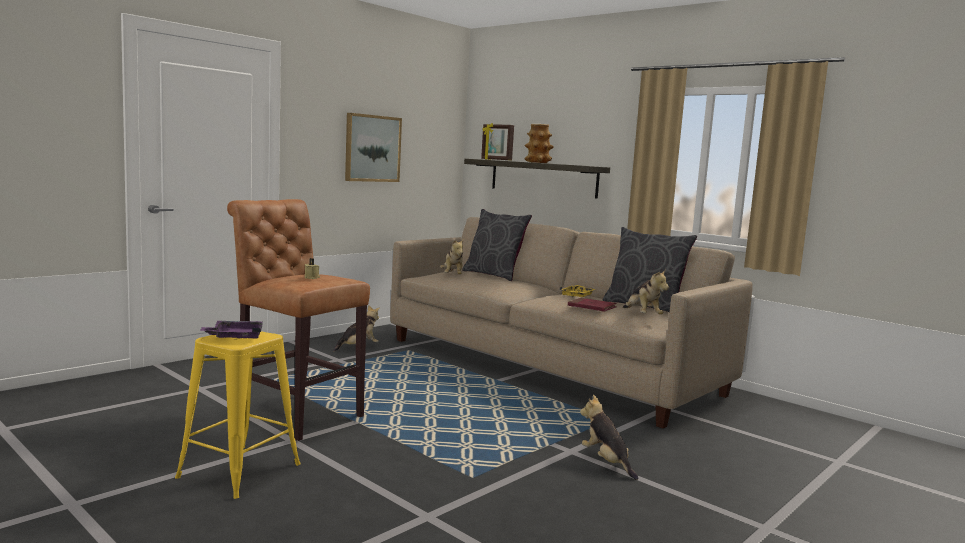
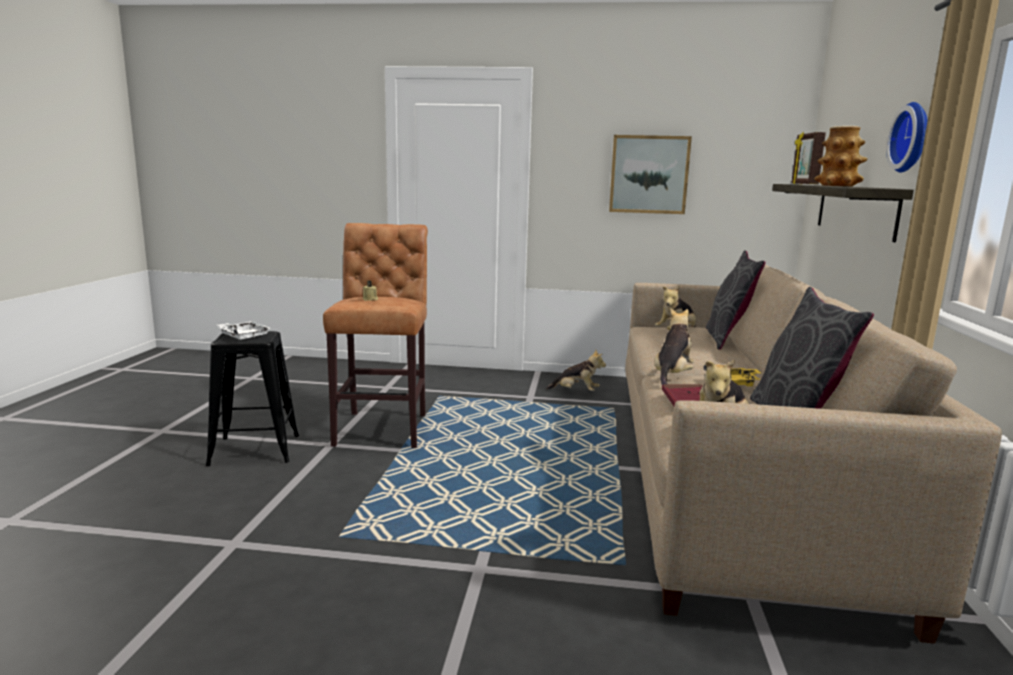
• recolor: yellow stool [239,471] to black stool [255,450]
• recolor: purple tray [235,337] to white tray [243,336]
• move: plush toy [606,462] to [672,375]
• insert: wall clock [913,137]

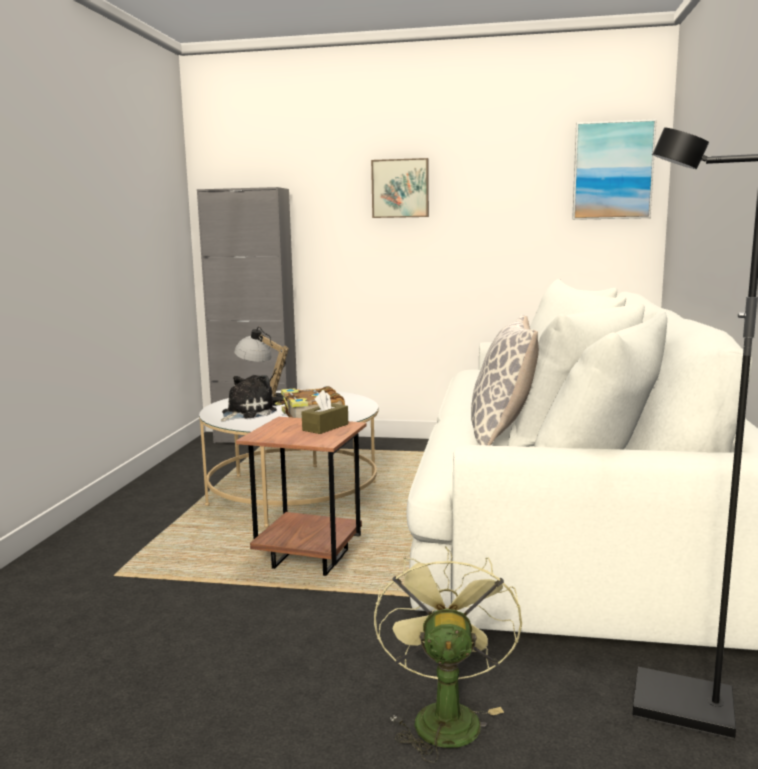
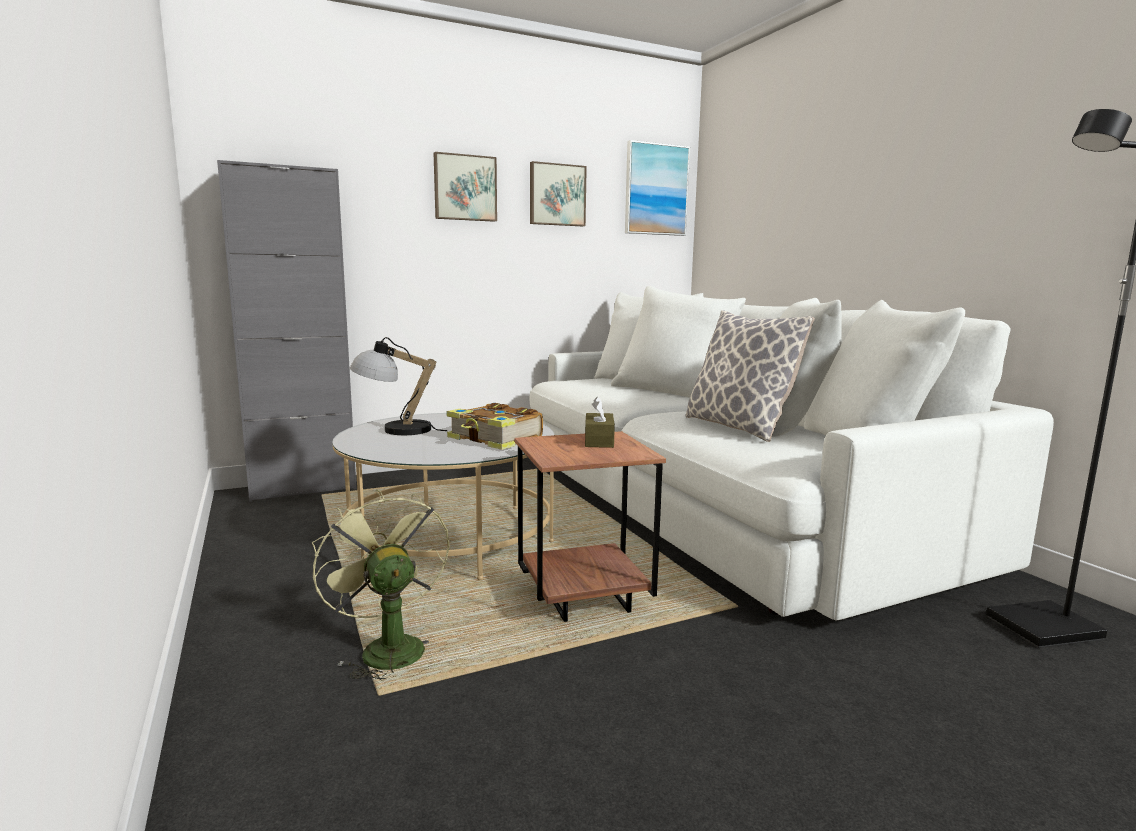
• delete: plush toy [246,413]
• move: green fan [443,715] to [386,647]
• insert: picture [556,195]

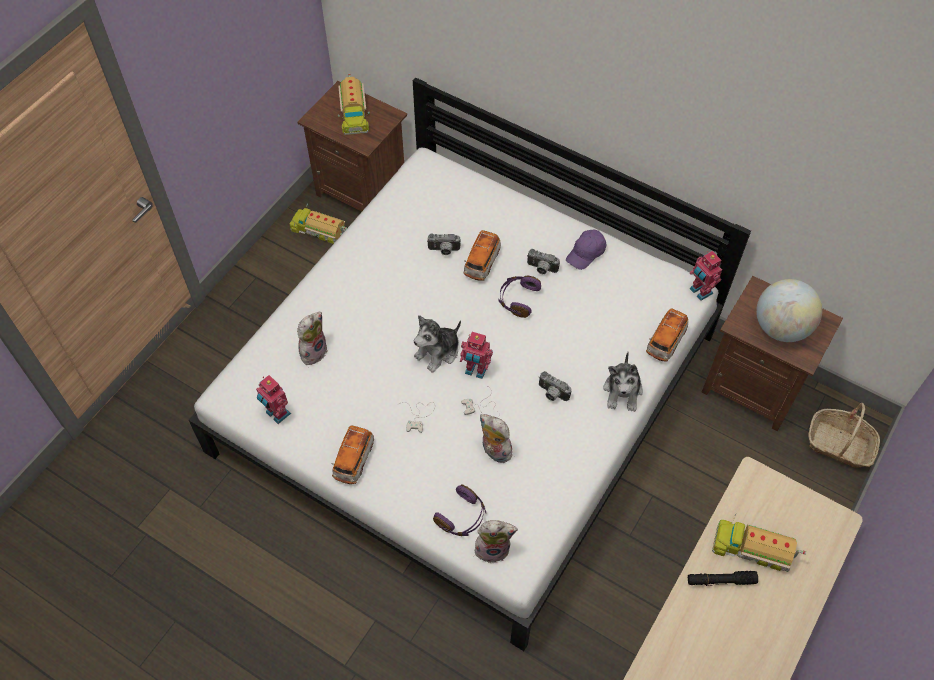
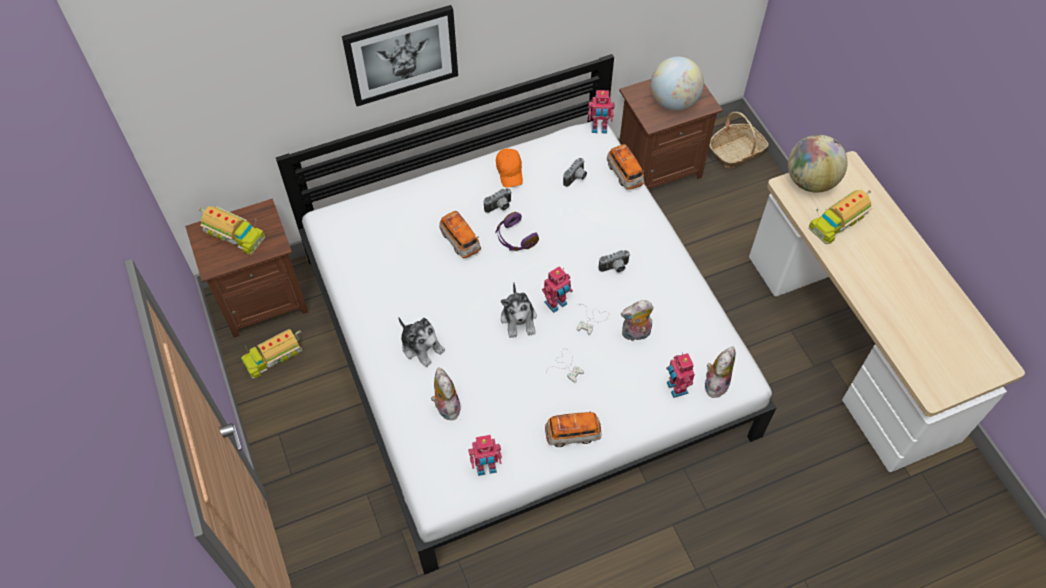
• rotate: toy car [354,460] = [573,434] 60 degrees counterclockwise
• move: photo camera [444,250] to [576,178]
• replace: purple headphones [462,517] to toy robot [675,388]
• recolor: purple cap [586,253] to orange cap [510,172]
• move: plush toy [623,391] to [421,346]
• delete: black flashlight [720,580]
• insert: picture [401,54]
• insert: globe [810,181]

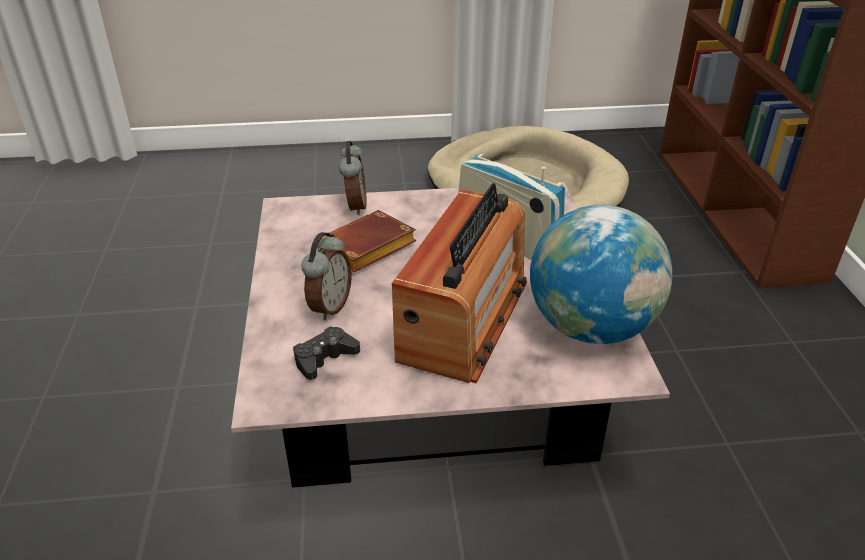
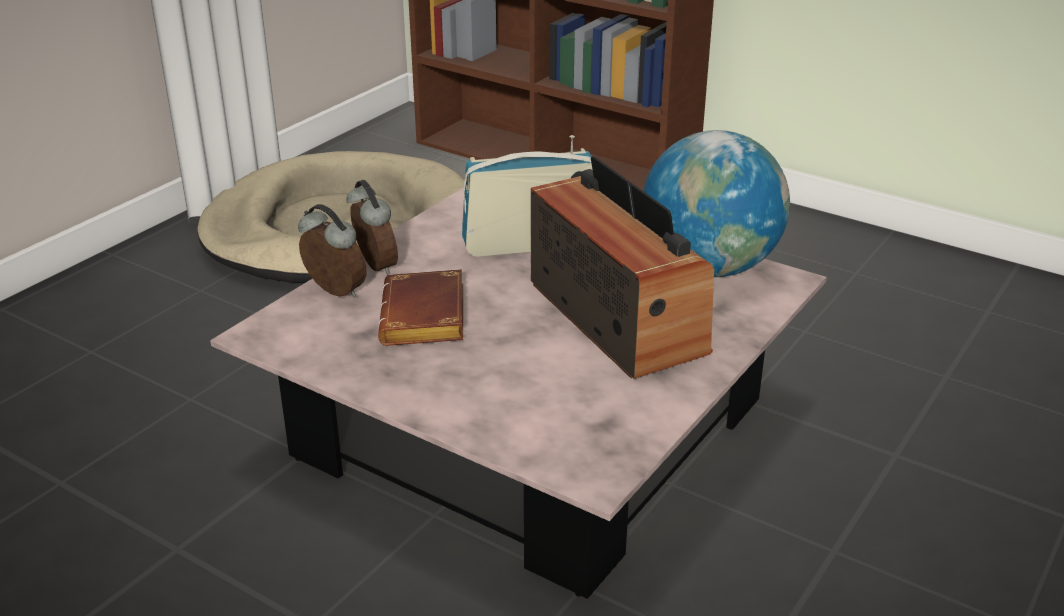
• delete: black game controller [324,358]
• move: alarm clock [329,307] to [374,267]

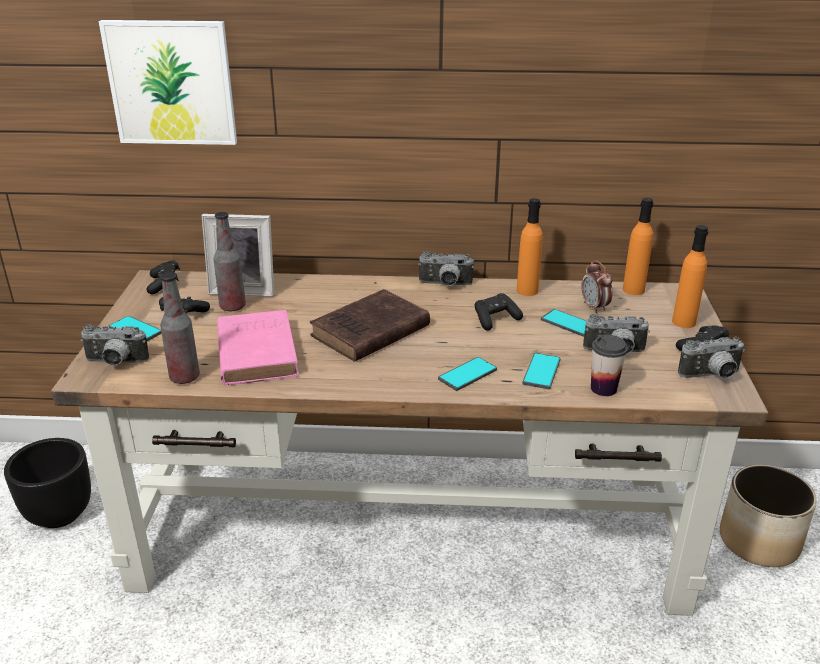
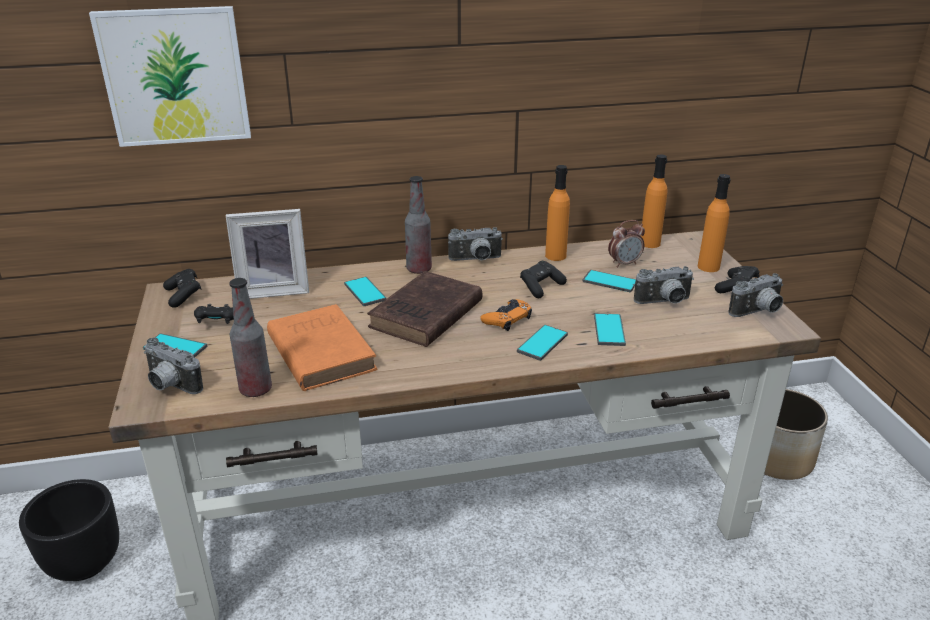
• rotate: photo camera [115,363] = [170,386] 45 degrees clockwise
• move: bottle [232,307] to [419,269]
• recolor: pink book [256,351] to orange book [320,351]
• rotate: alarm clock [594,307] = [624,263] 75 degrees counterclockwise
• delete: cup [603,388]
• insert: phone [365,292]
• insert: orange game controller [507,319]

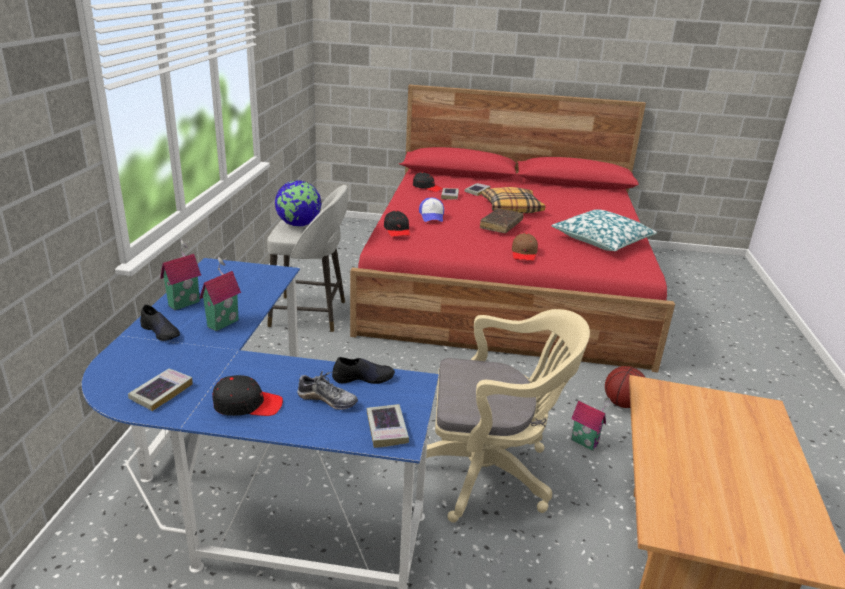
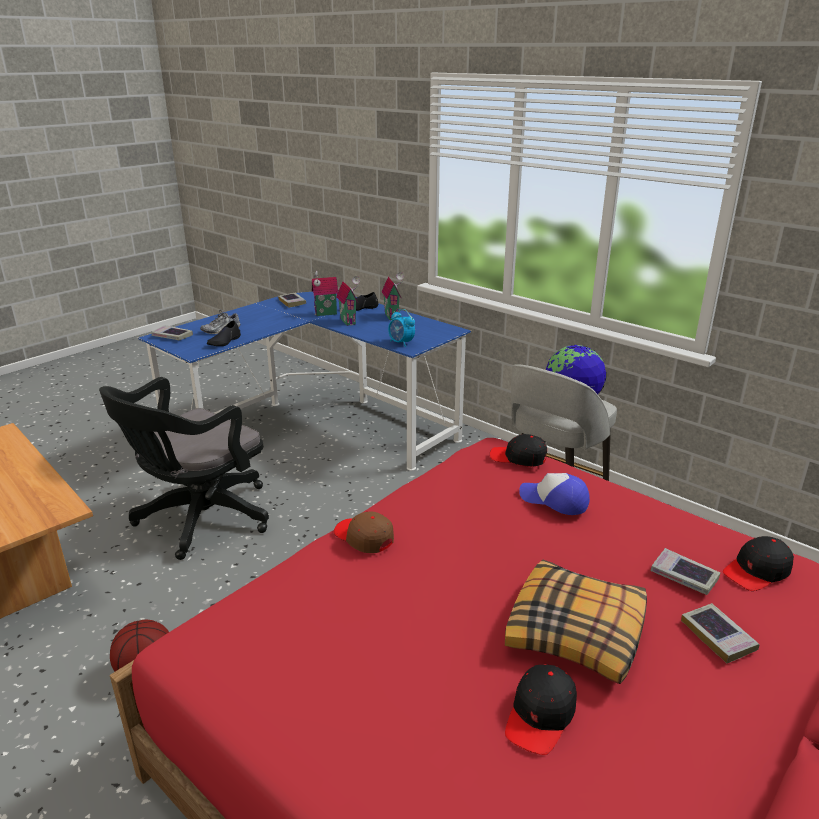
• move: black cap [247,404] to [540,716]
• recolor: beige office chair [489,473] to black office chair [199,520]
• delete: brown book [501,225]
• delete: pillow [602,240]
• move: toy house [585,442] to [326,314]
• insert: alarm clock [401,343]

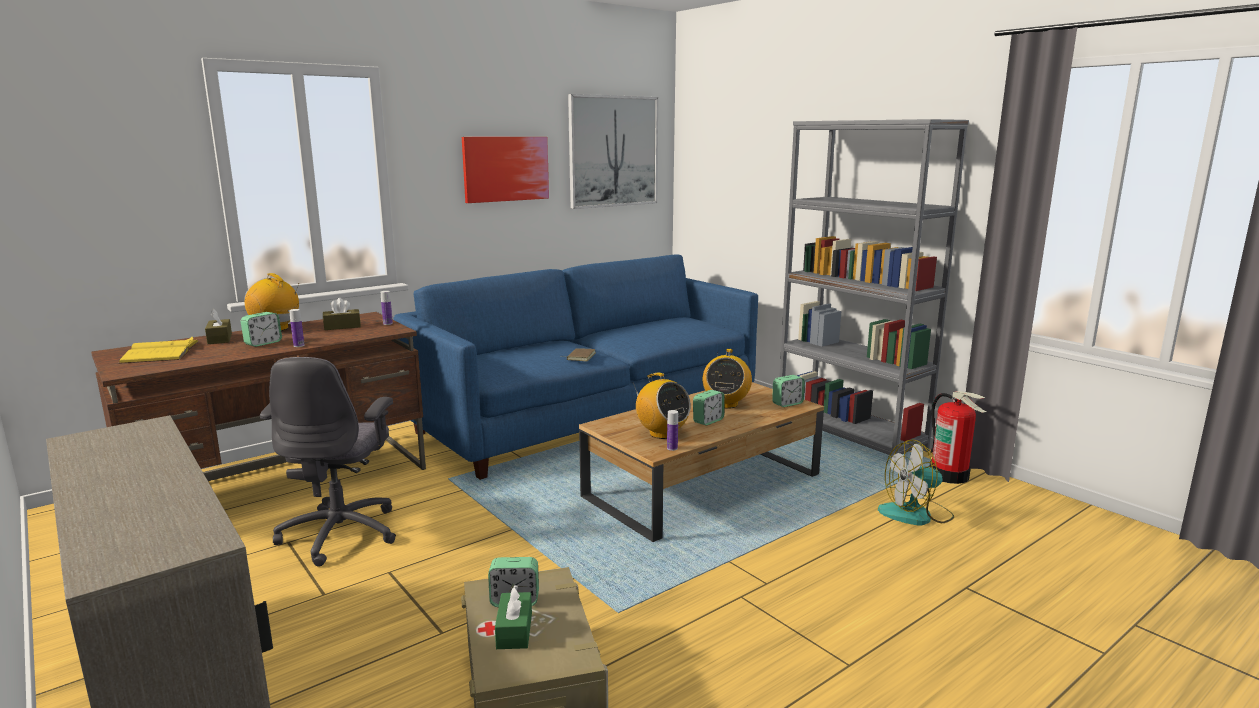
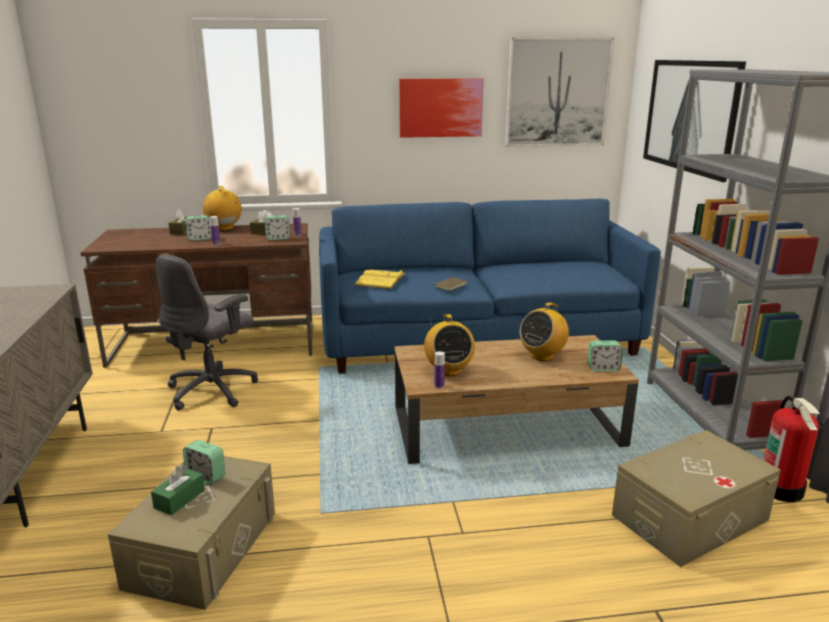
• move: yellow book [160,352] to [380,279]
• move: alarm clock [708,421] to [278,238]
• replace: fan [916,514] to beige storage box [689,517]
• insert: picture [691,116]

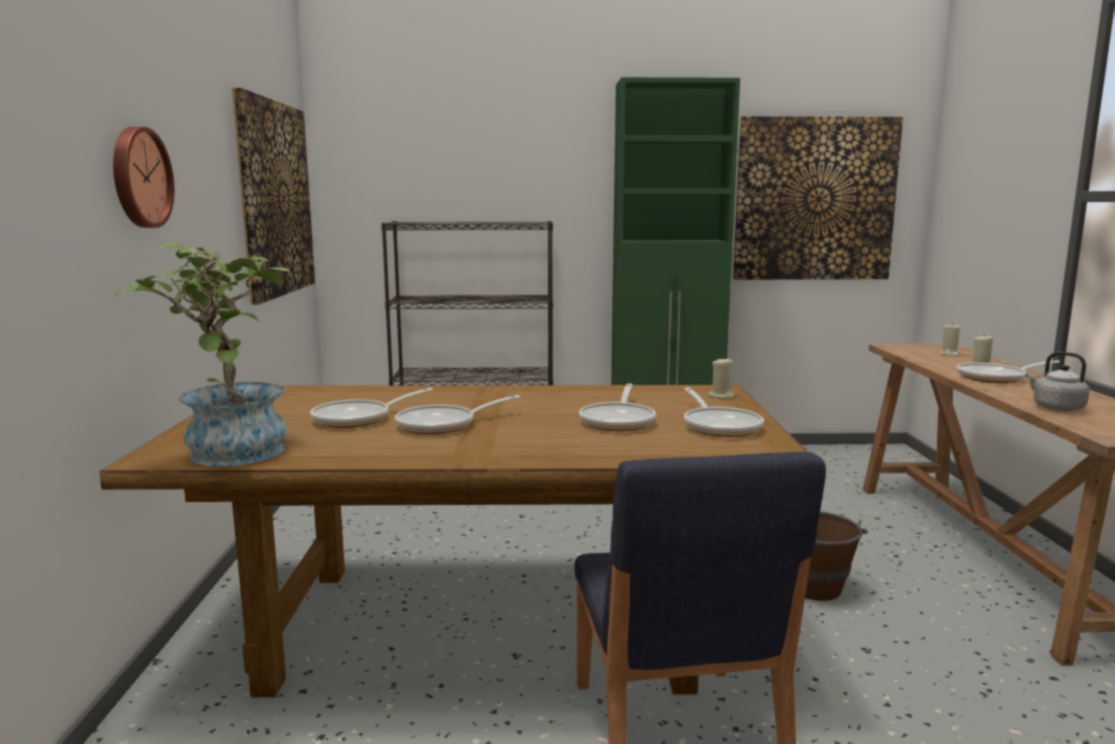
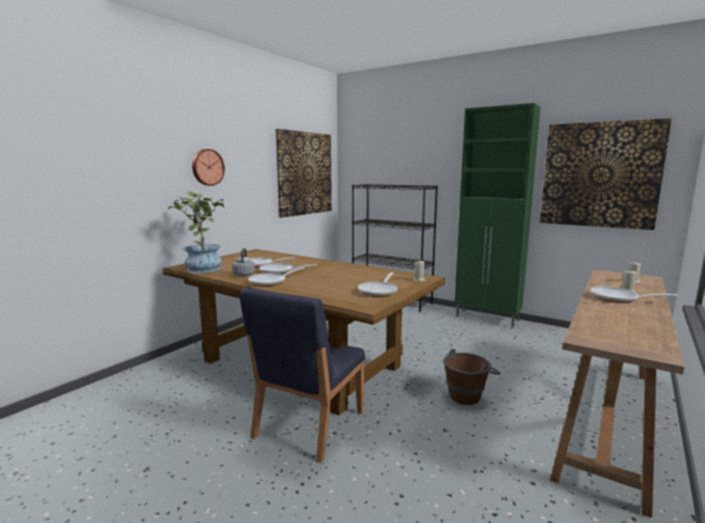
• move: frying pan [618,421] to [270,282]
• move: grey kettle [1055,407] to [244,274]

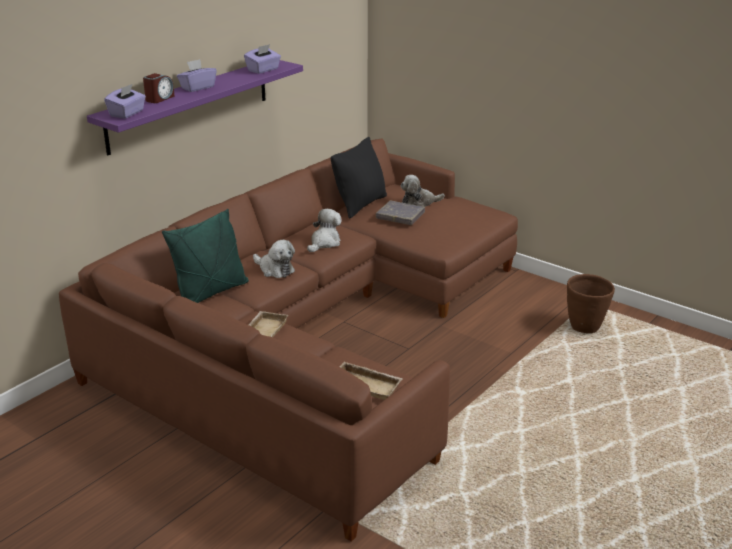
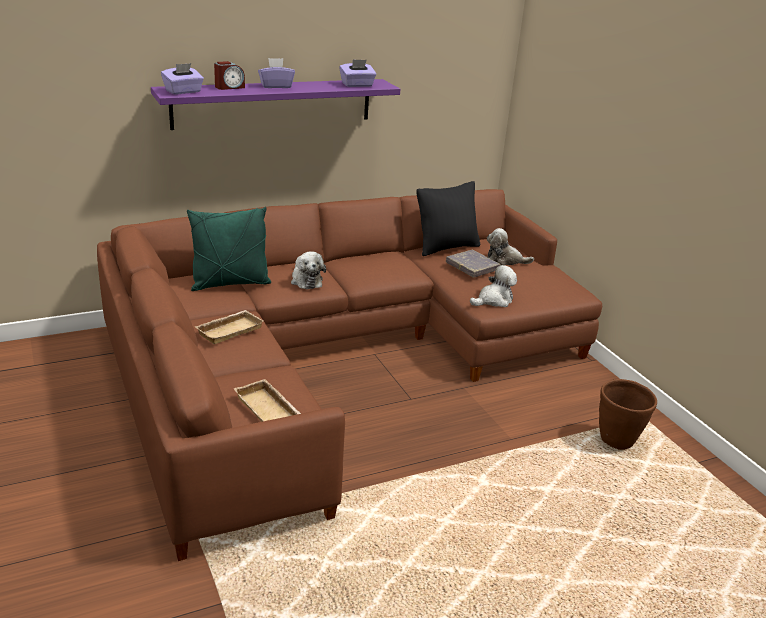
• move: plush toy [324,243] to [493,300]

